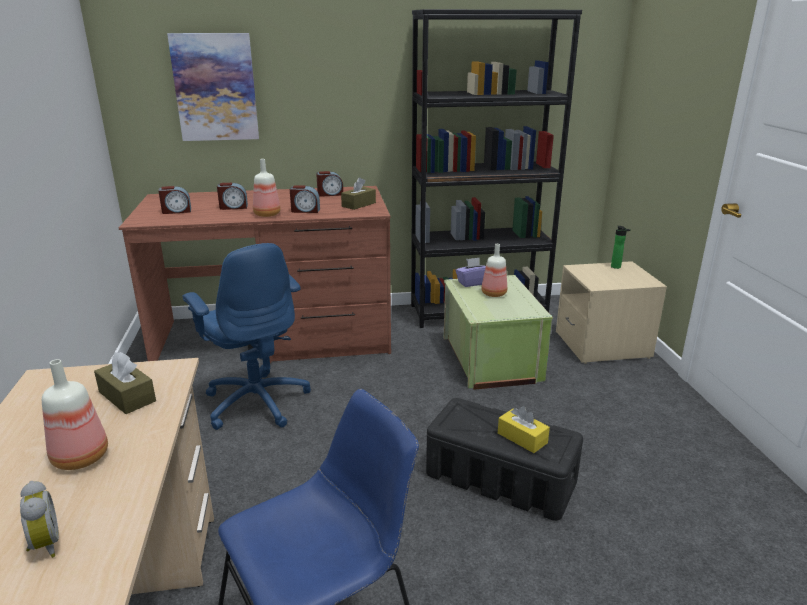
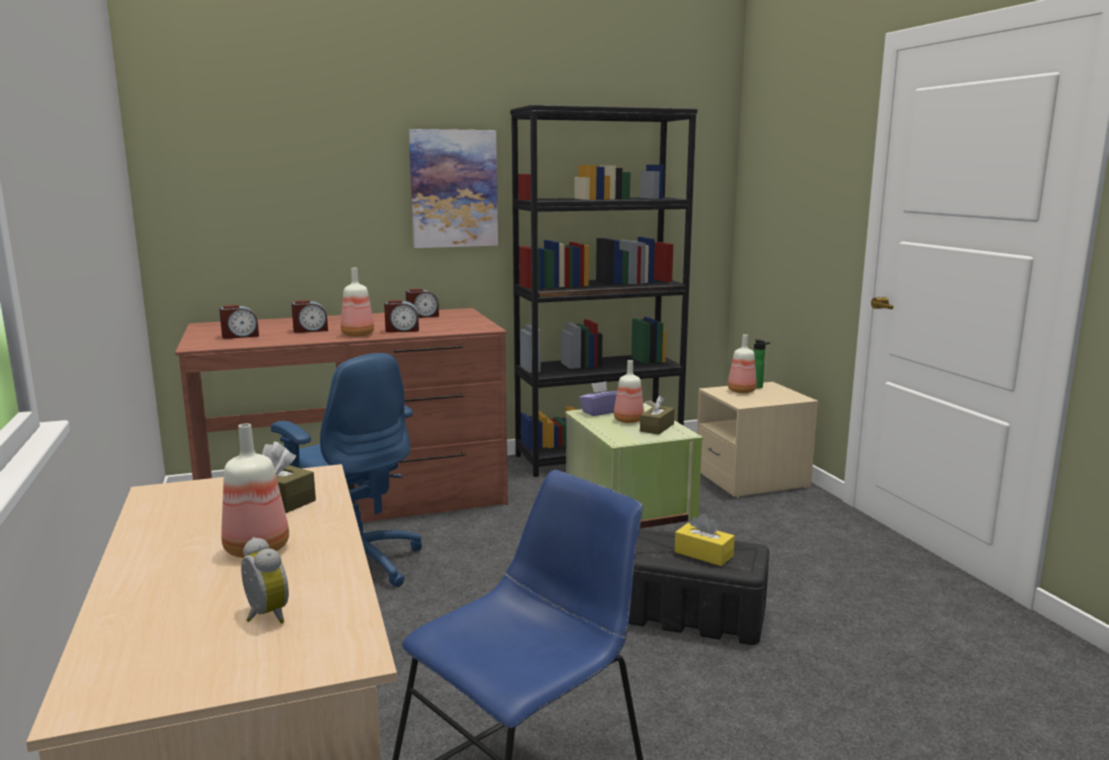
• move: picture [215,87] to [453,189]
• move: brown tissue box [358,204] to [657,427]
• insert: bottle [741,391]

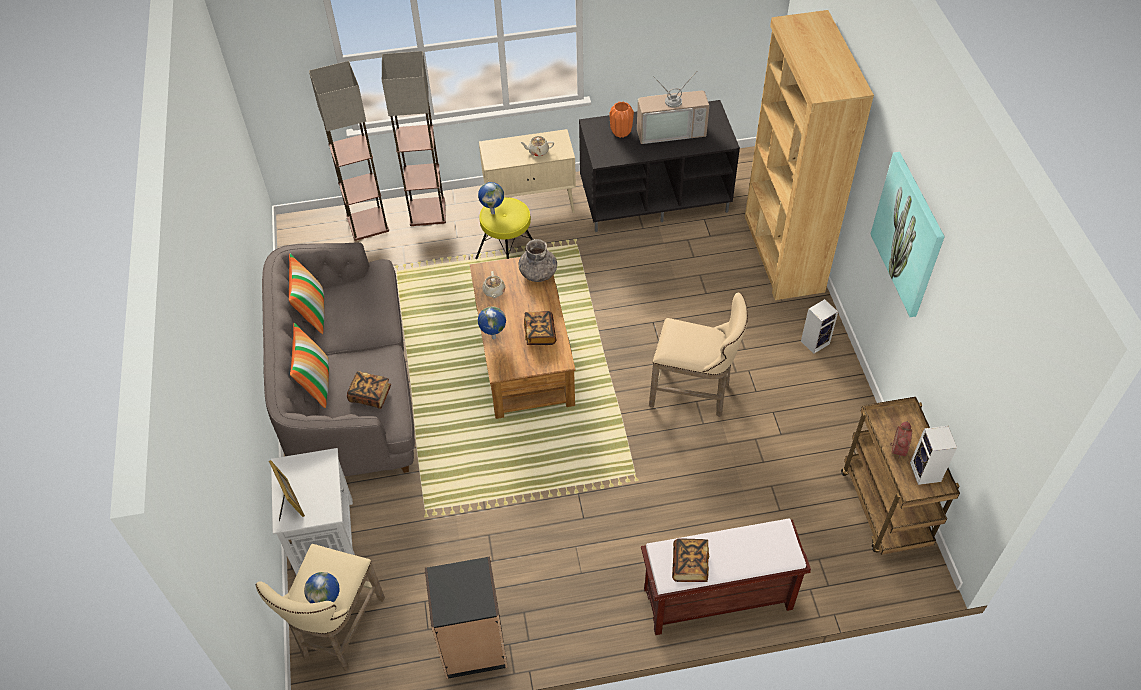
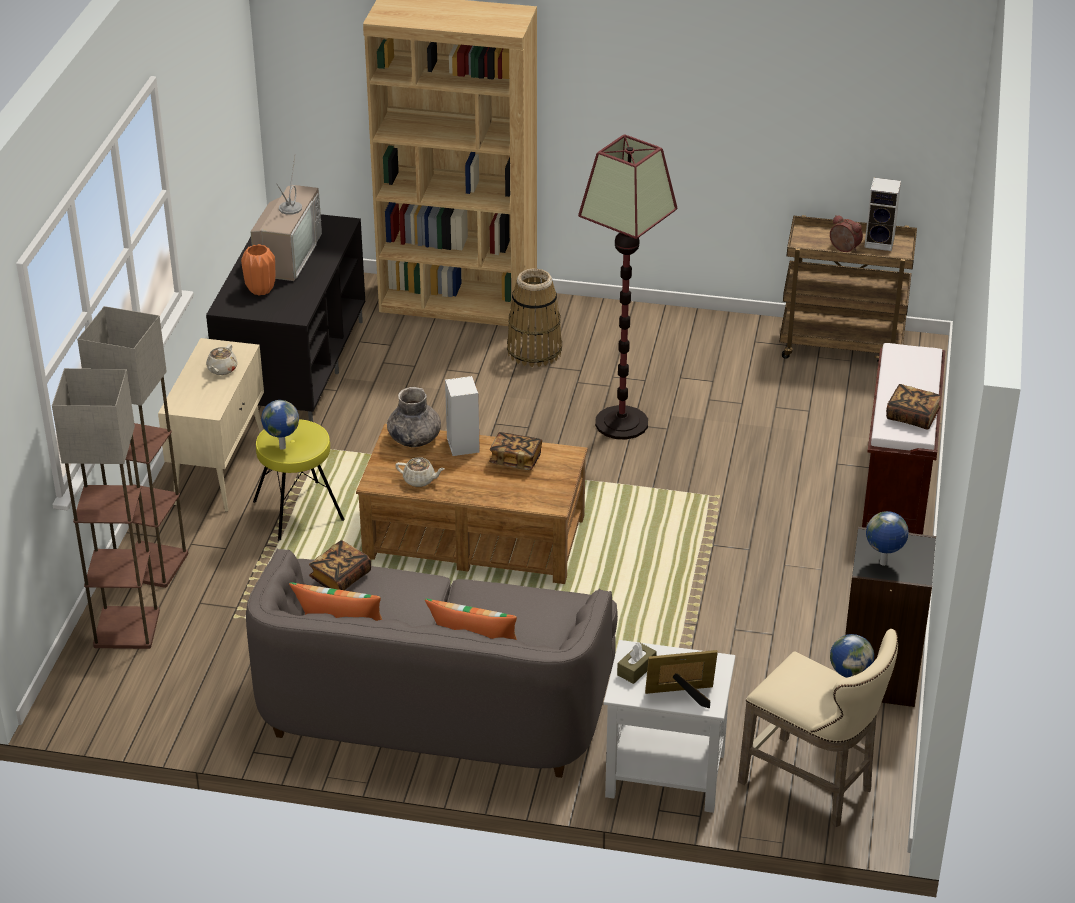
• move: book [370,395] to [340,577]
• move: globe [493,337] to [883,564]
• replace: beige stool [694,394] to floor lamp [622,423]
• move: speaker [815,342] to [462,444]
• delete: picture [909,234]
• insert: basket [534,351]
• insert: brown tissue box [636,669]

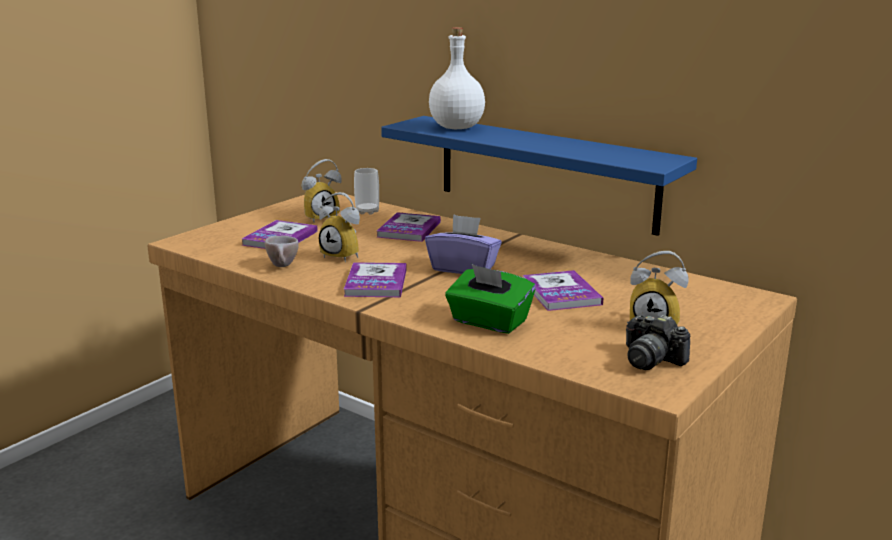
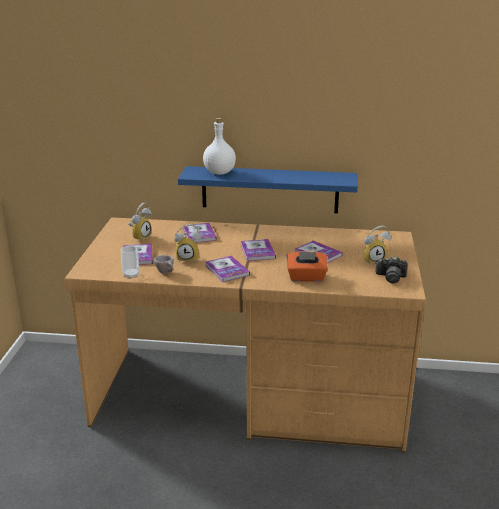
• move: cup [367,211] to [131,275]
• replace: purple tissue box [463,268] to book [257,251]
• recolor: green tissue box [489,322] to orange tissue box [306,277]

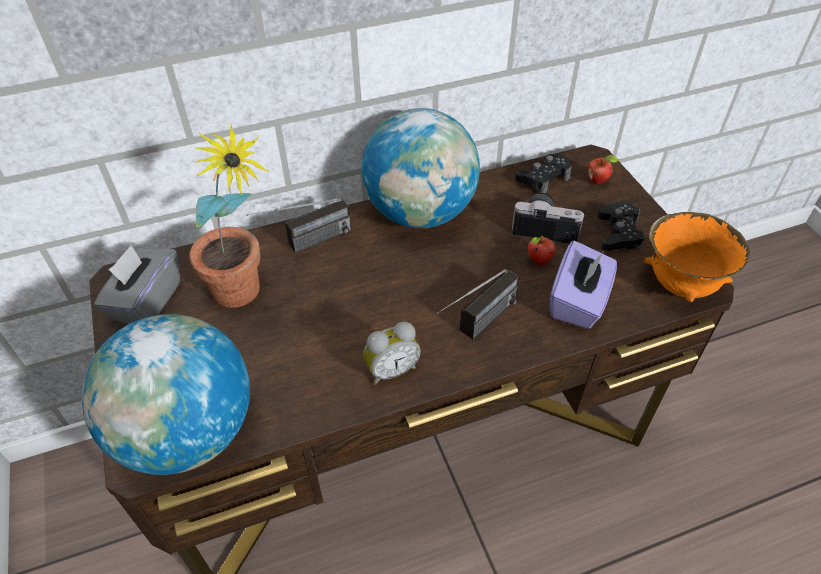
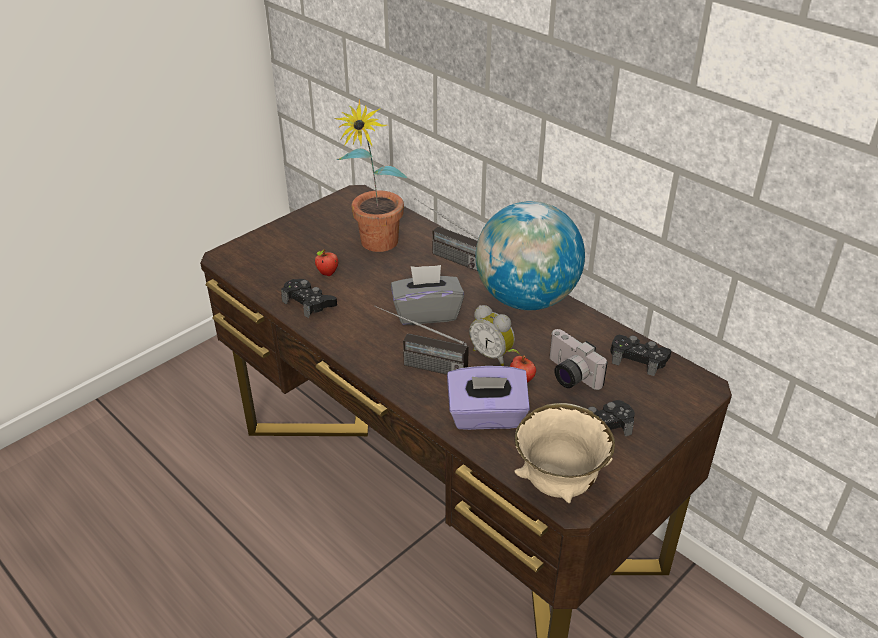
• delete: globe [188,432]
• move: grey tissue box [146,301] to [426,313]
• move: alarm clock [391,370] to [492,355]
• rotate: photo camera [545,227] = [568,375] 150 degrees clockwise
• move: apple [598,181] to [327,274]
• recolor: orange bowl [681,285] to beige bowl [559,484]
• insert: black game controller [309,302]

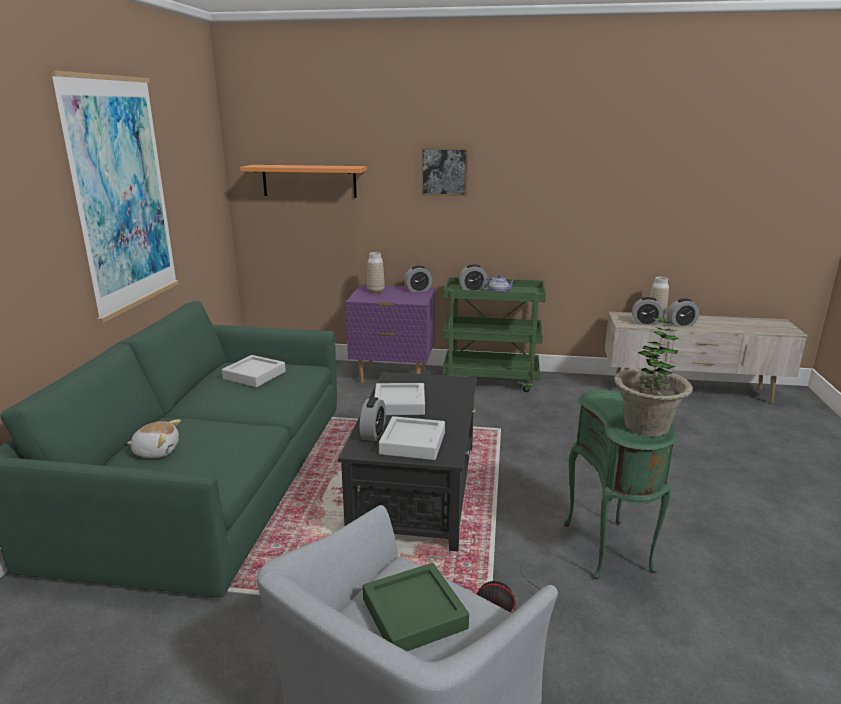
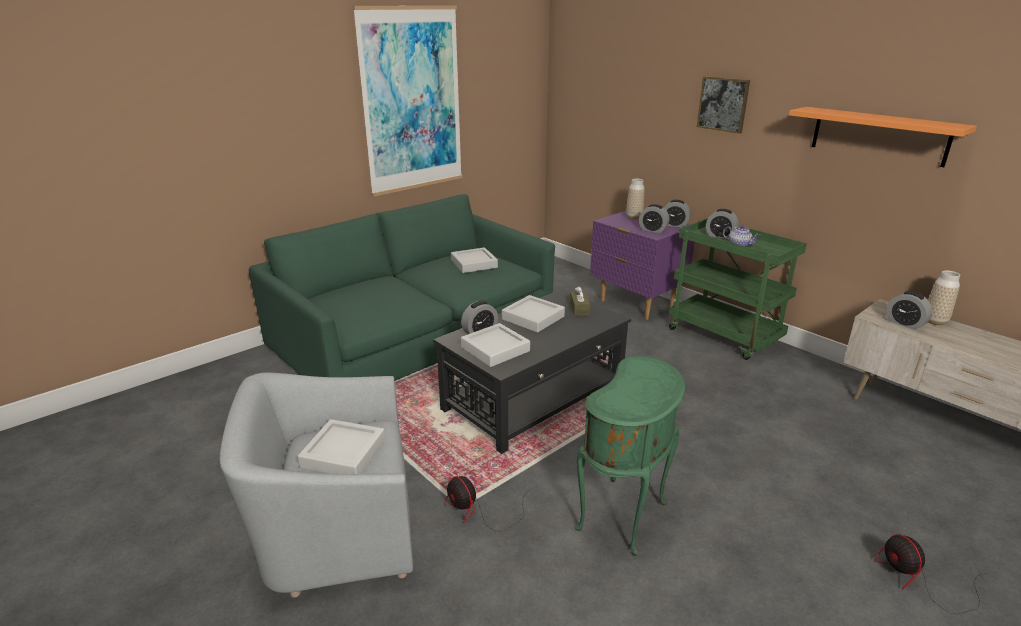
• delete: plush toy [156,451]
• move: orange shelf [309,181] to [879,136]
• recolor: green tray [414,614] to grey tray [343,454]
• delete: potted plant [646,426]
• move: alarm clock [681,324] to [653,230]
• insert: brown tissue box [579,309]
• insert: fan [920,581]

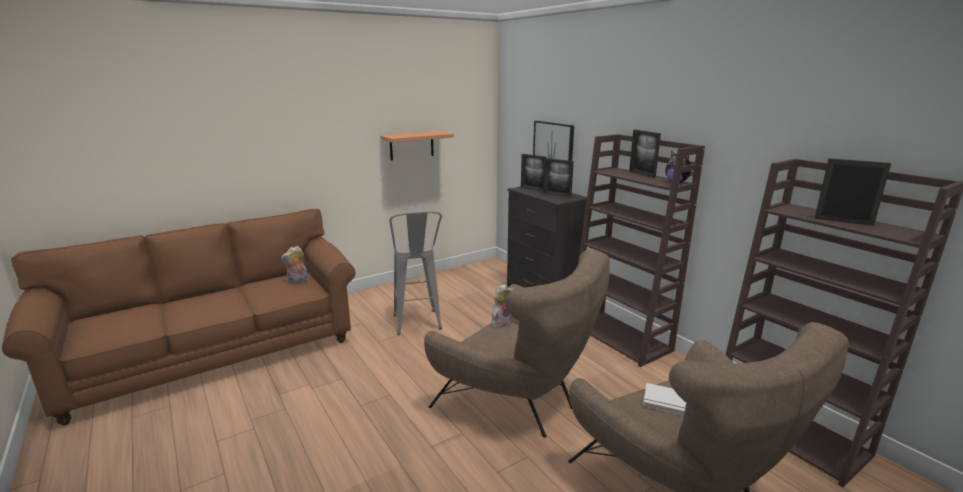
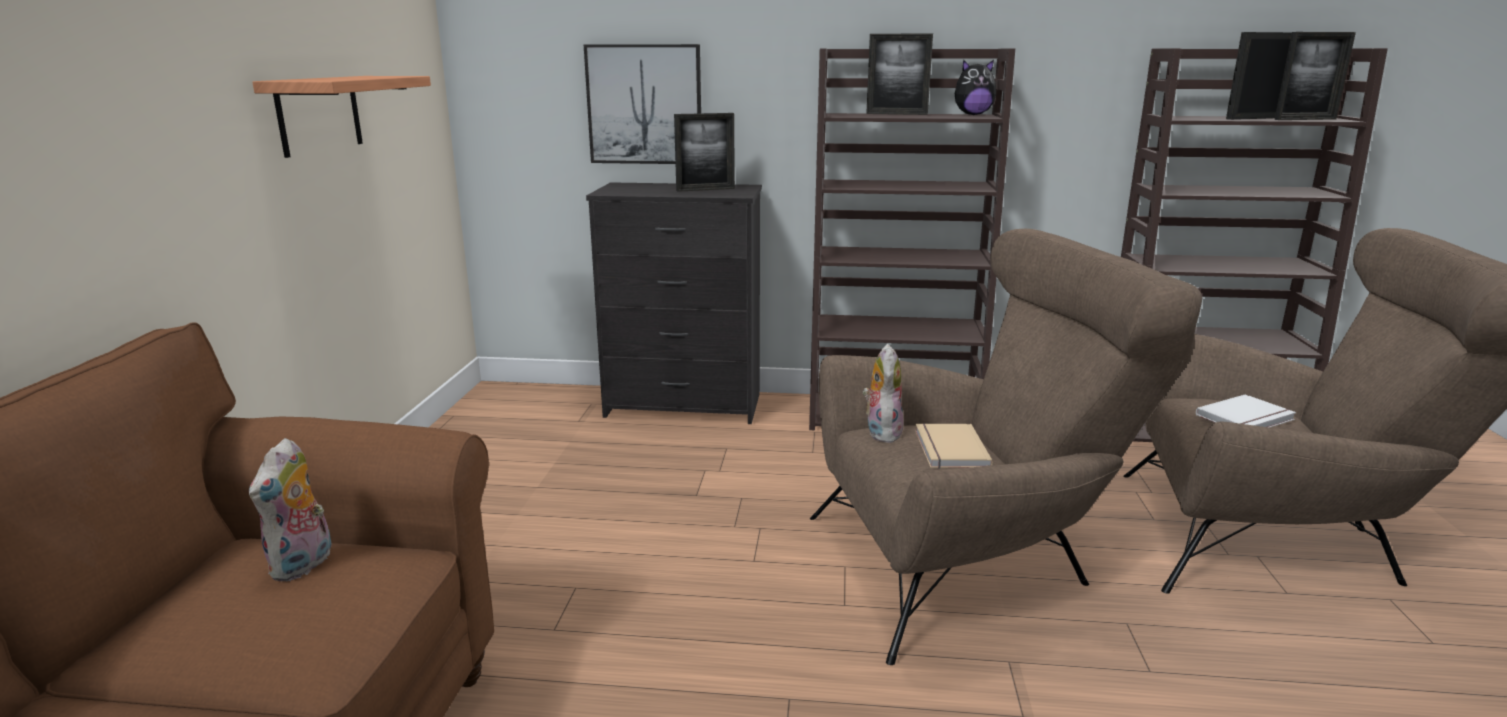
• delete: grey stool [418,326]
• move: picture frame [532,189] to [1305,119]
• insert: beige book [948,449]

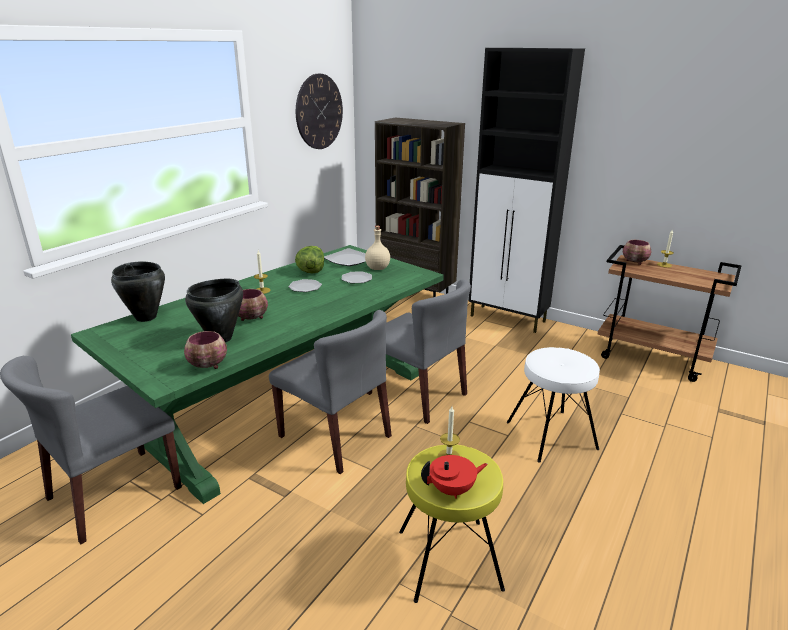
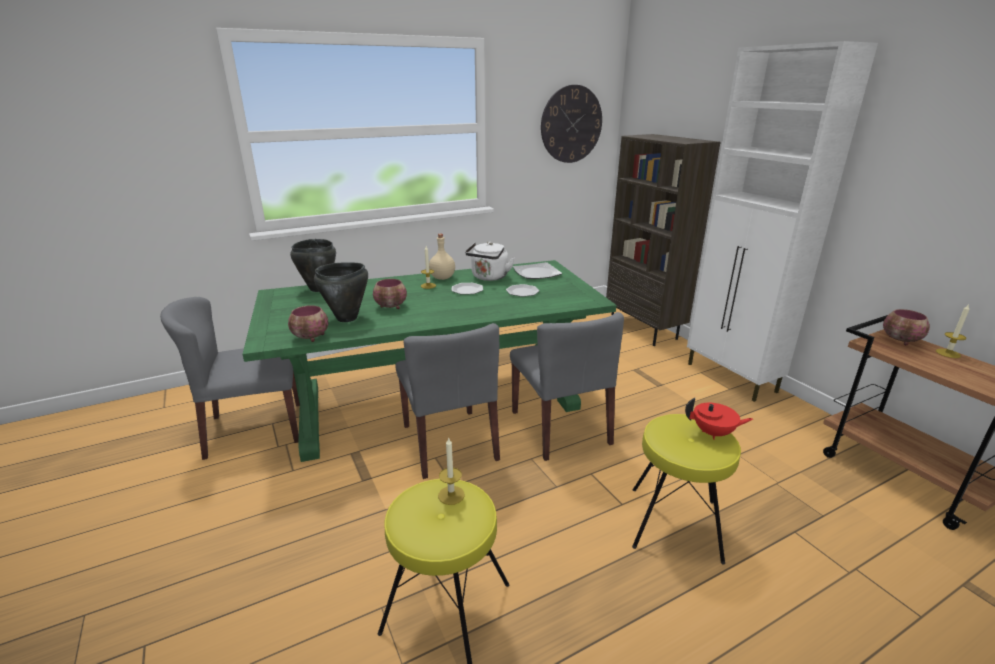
• replace: lettuce [311,272] to white kettle [489,277]
• move: beige bottle [377,268] to [442,278]
• move: red teapot [452,490] to [713,433]
• recolor: black cabinet [508,319] to white cabinet [731,378]
• recolor: white stool [552,435] to yellow stool [675,524]

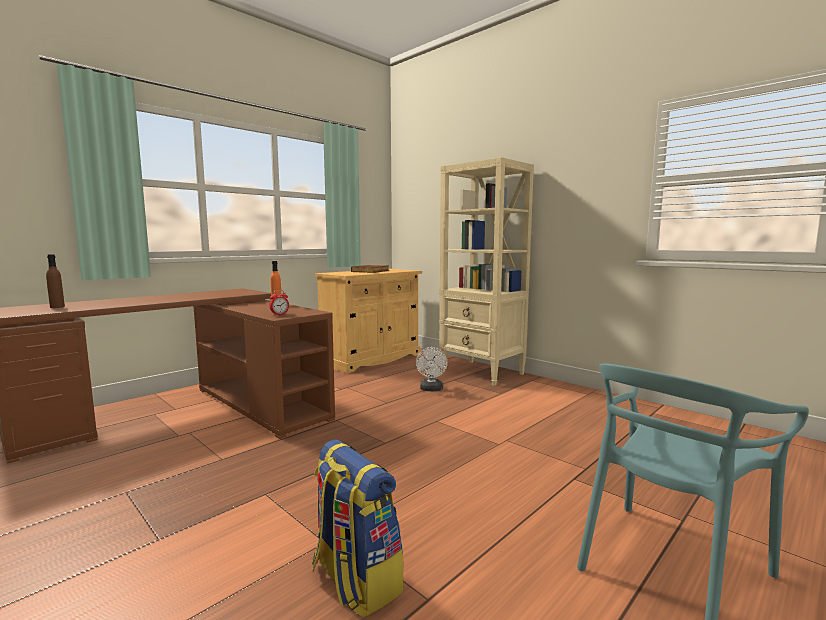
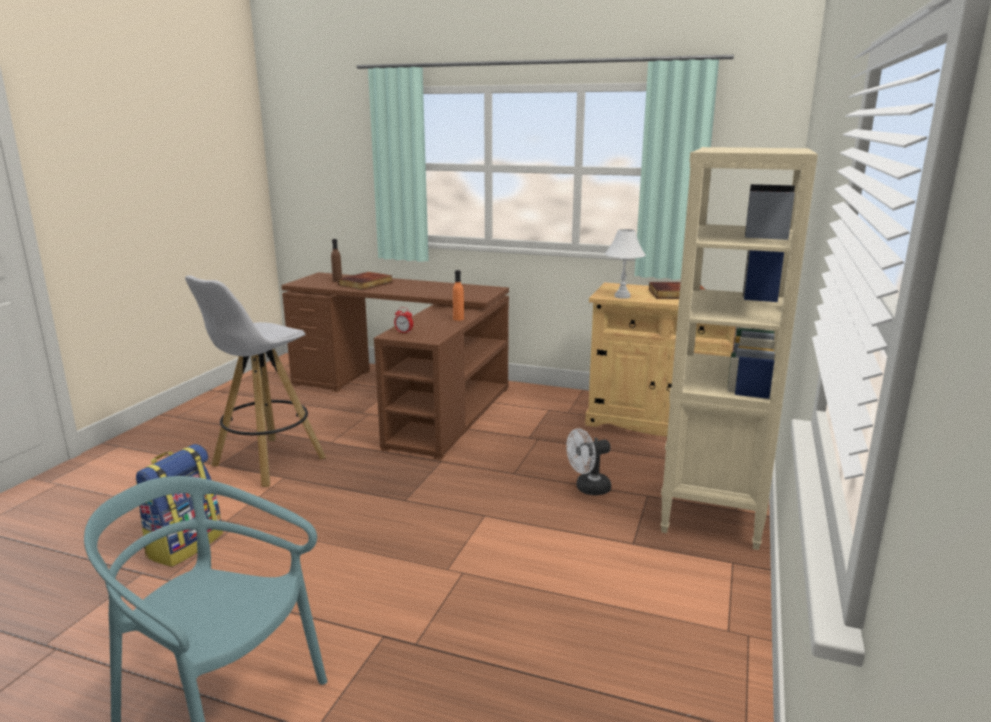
• insert: white stool [267,462]
• insert: book [366,284]
• insert: white table lamp [622,296]

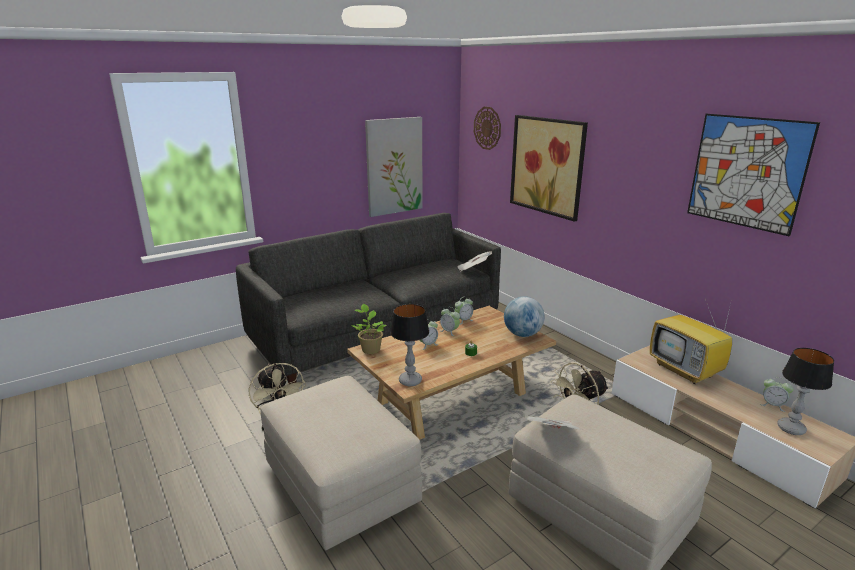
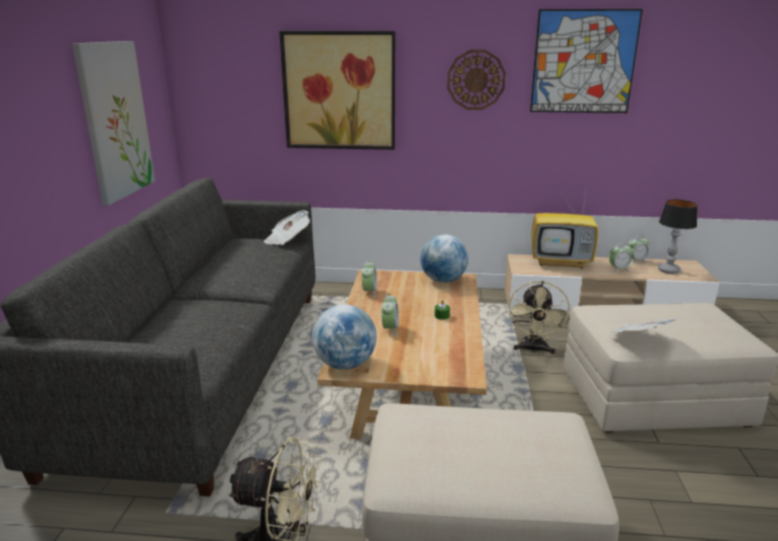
• replace: potted plant [370,349] to globe [345,365]
• delete: table lamp [410,381]
• move: alarm clock [449,331] to [618,269]
• move: wall clock [487,128] to [476,80]

